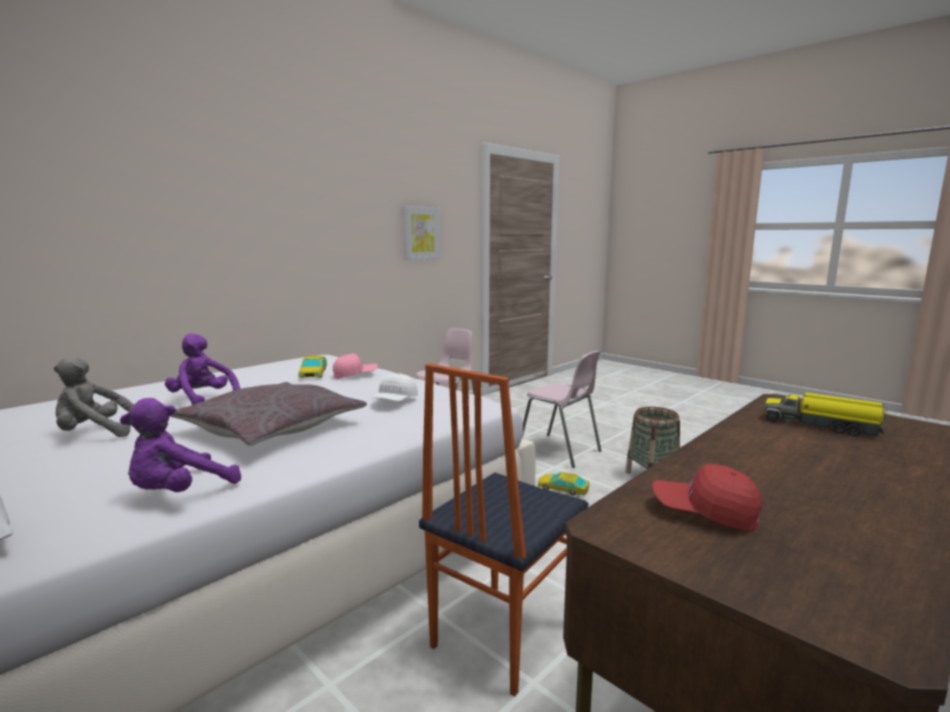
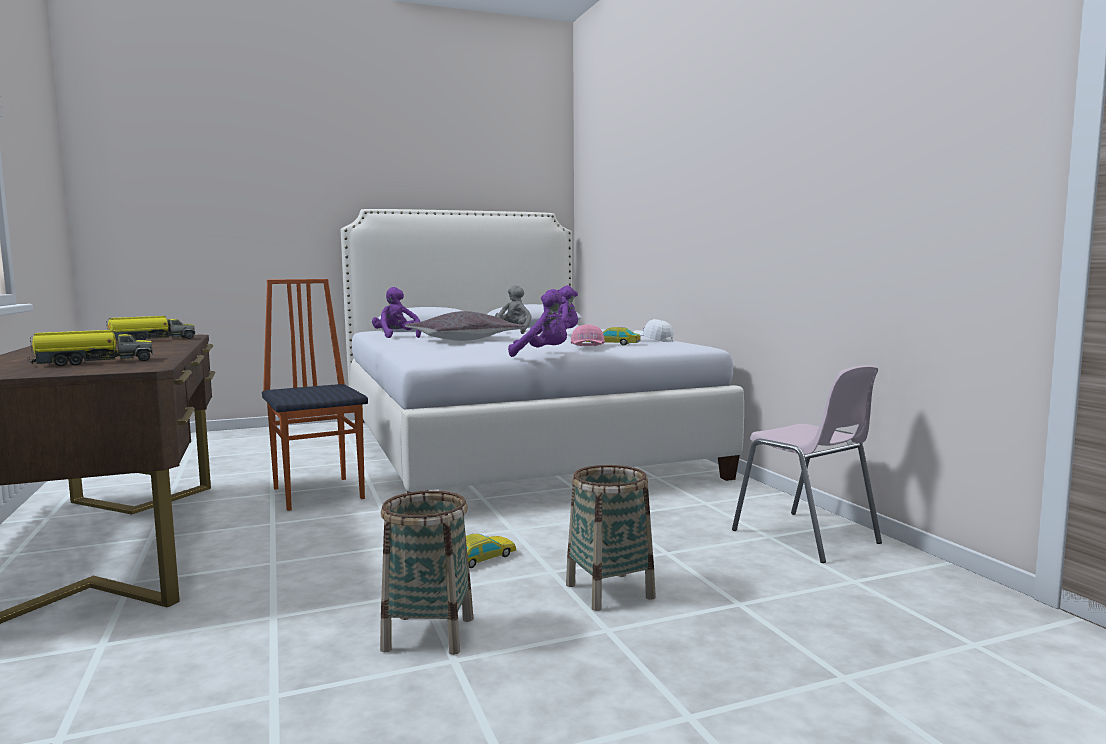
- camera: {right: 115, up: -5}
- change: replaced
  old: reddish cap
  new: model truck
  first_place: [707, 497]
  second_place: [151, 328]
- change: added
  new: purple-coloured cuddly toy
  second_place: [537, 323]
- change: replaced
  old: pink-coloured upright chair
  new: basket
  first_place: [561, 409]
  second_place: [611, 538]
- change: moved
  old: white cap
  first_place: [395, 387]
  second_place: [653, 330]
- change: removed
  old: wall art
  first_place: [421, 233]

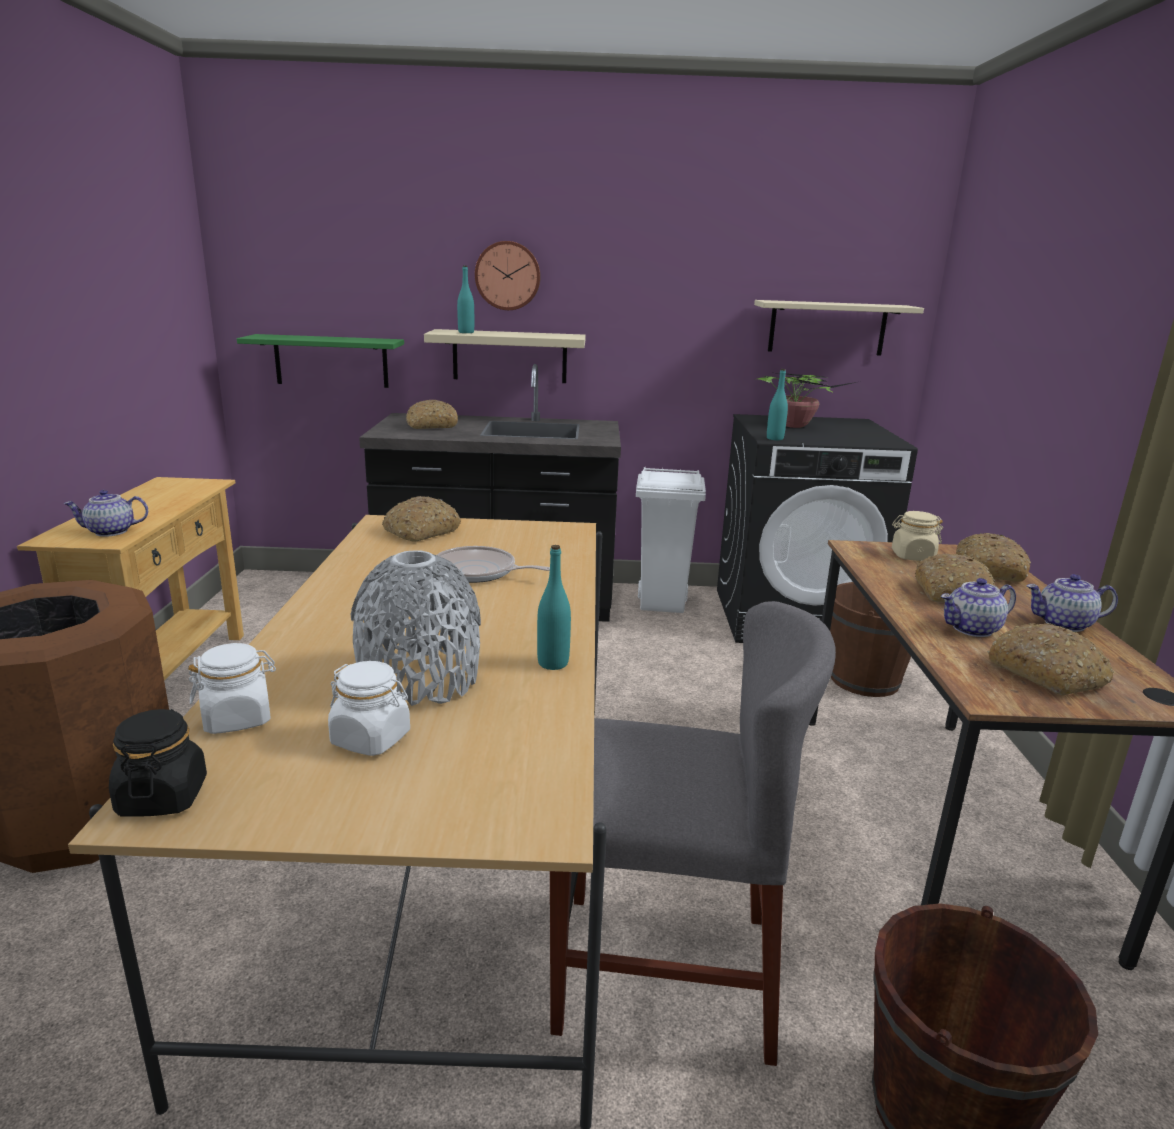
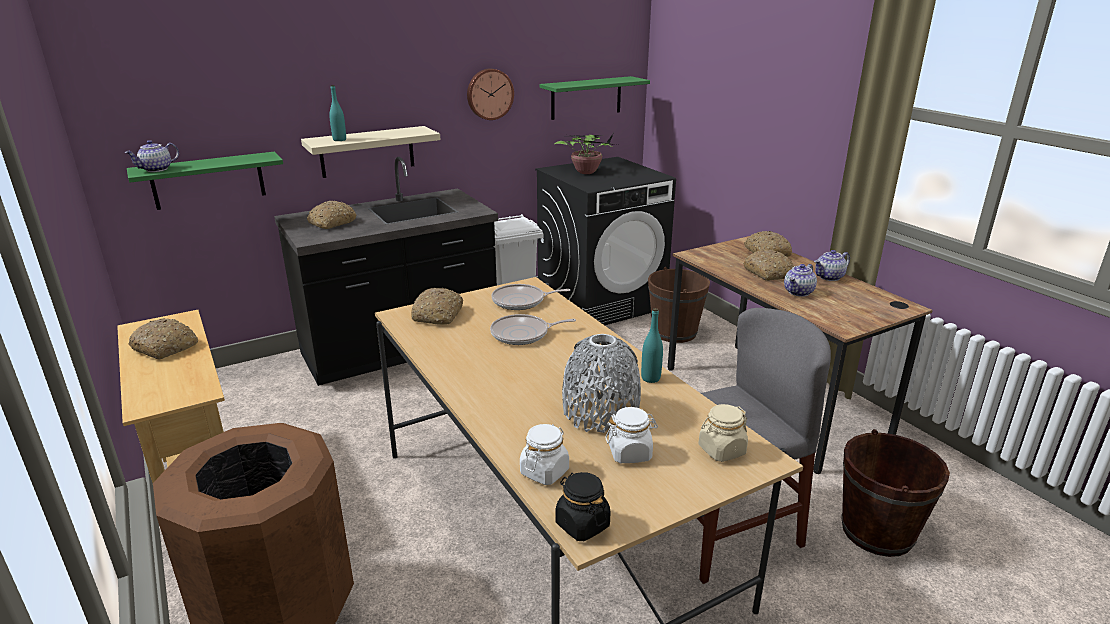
- camera: {right: -30, up: 5}
- change: moved
  old: tea pot
  first_place: [105, 513]
  second_place: [152, 156]
- change: moved
  old: bread
  first_place: [1050, 659]
  second_place: [163, 338]
- change: moved
  old: wall clock
  first_place: [508, 275]
  second_place: [490, 94]
- change: added
  new: skillet
  second_place: [530, 297]
- change: recoloured
  old: sand-coloured bracket shelf
  new: green-coloured bracket shelf
  first_place: [839, 327]
  second_place: [595, 98]
- change: moved
  old: sand-coloured jar
  first_place: [917, 536]
  second_place: [723, 433]
- change: removed
  old: turquoise-coloured drink bottle
  first_place: [777, 404]

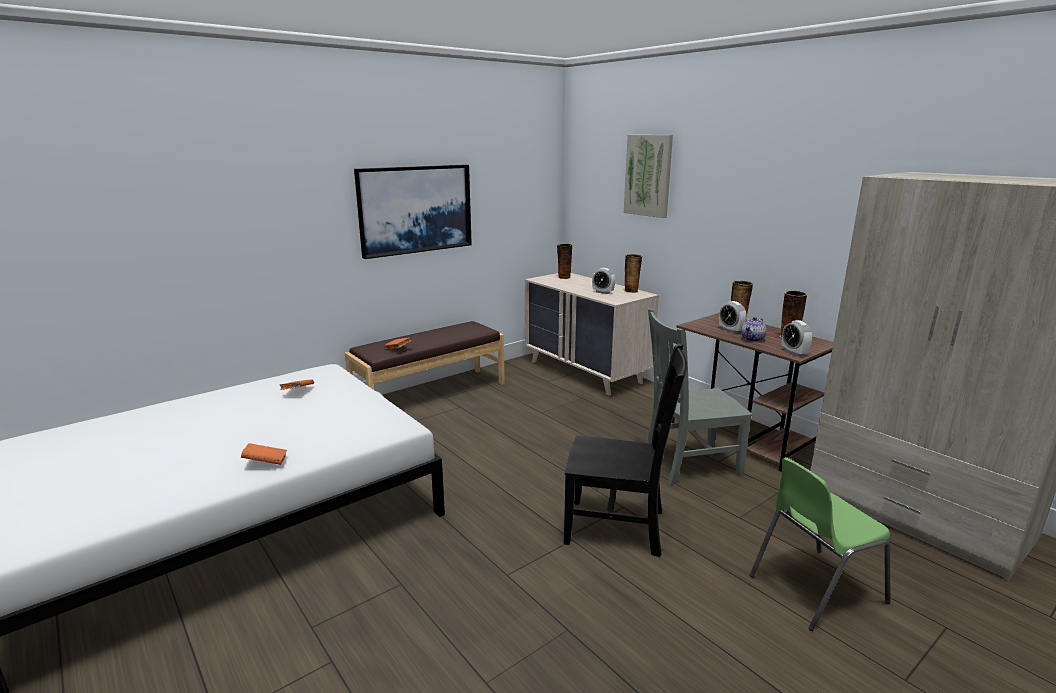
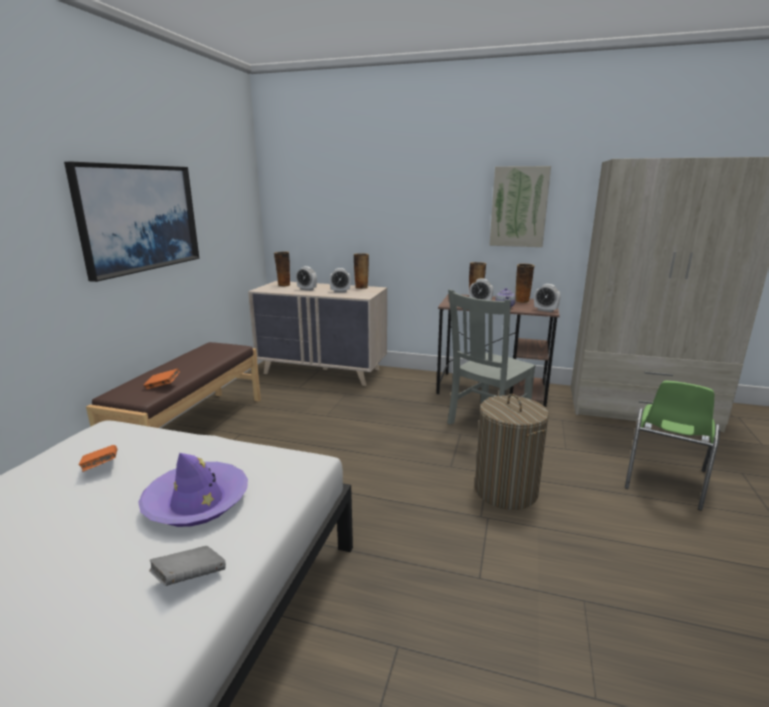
- camera: {right: -35, up: 0}
- change: added
  new: purple-coloured clothing hat
  second_place: [193, 490]
- change: recoloured
  old: orangey volume
  new: grey volume
  first_place: [264, 454]
  second_place: [187, 566]
- change: added
  new: bedside clock
  second_place: [306, 278]
- change: replaced
  old: blackish upright chair
  new: laundry basket
  first_place: [625, 450]
  second_place: [512, 452]
- change: moved
  old: wall art
  first_place: [648, 176]
  second_place: [520, 206]

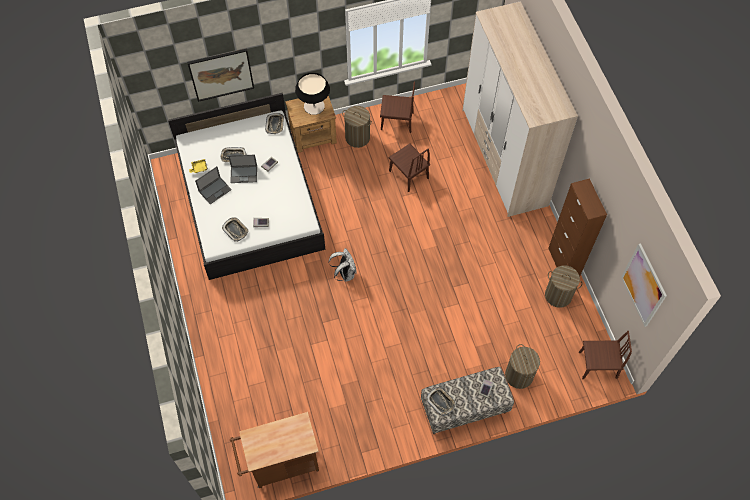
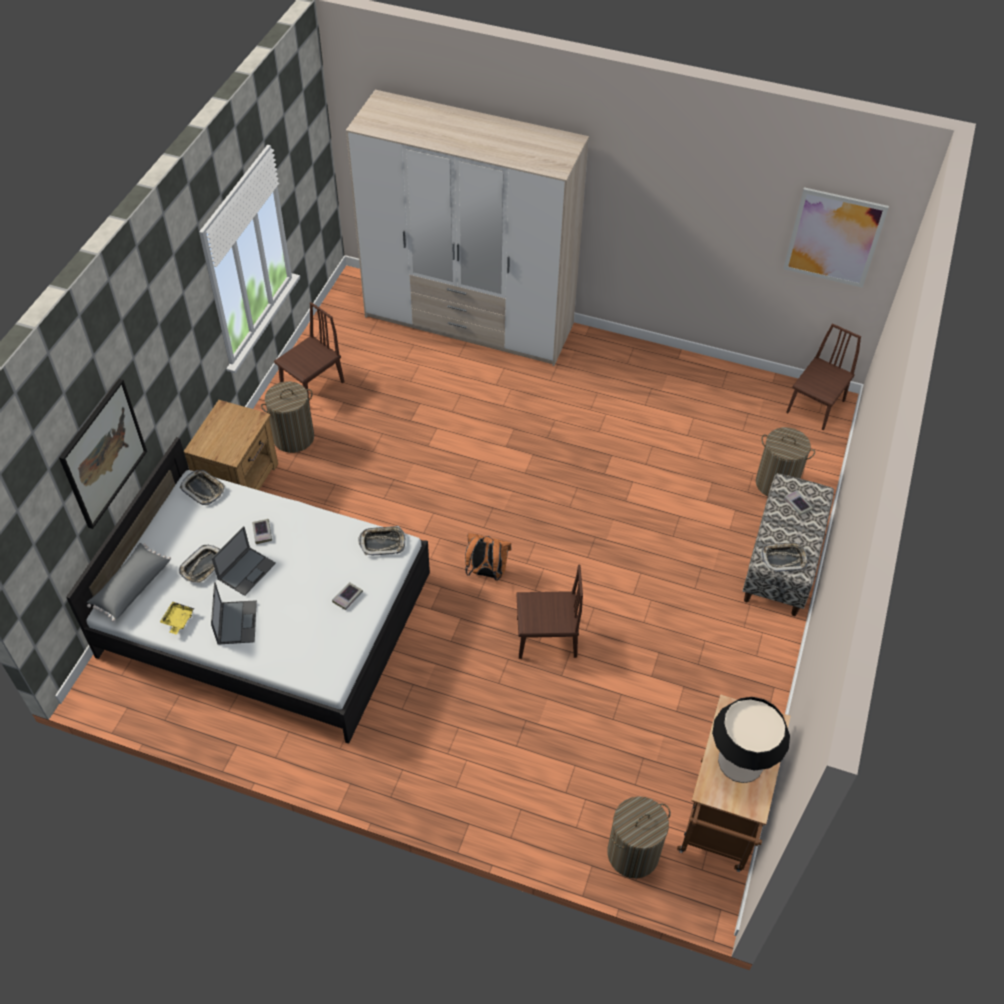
- camera: {right: -55, up: -10}
- change: added
  new: grey cushion
  second_place: [129, 582]
- change: moved
  old: tray
  first_place: [235, 229]
  second_place: [382, 541]
- change: recoloured
  old: white backpack
  new: orangey backpack
  first_place: [342, 265]
  second_place: [488, 556]
- change: moved
  old: brown-coloured upright chair
  first_place: [409, 167]
  second_place: [549, 612]
- change: moved
  old: laundry basket
  first_place: [563, 286]
  second_place: [639, 837]
- change: moved
  old: tabletop lamp
  first_place: [312, 93]
  second_place: [751, 740]
- change: removed
  old: brown-coloured cupboard
  first_place: [577, 227]

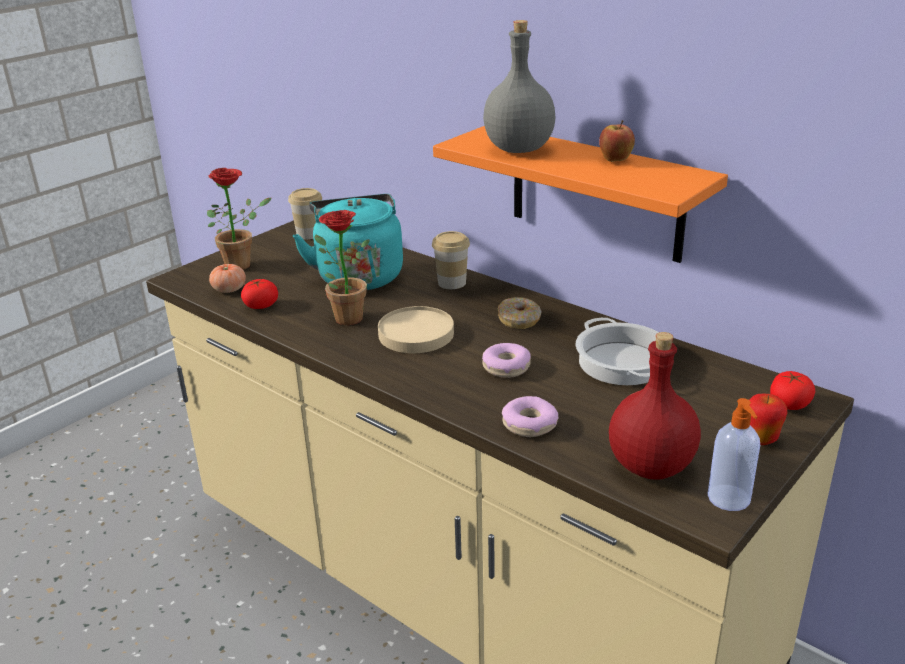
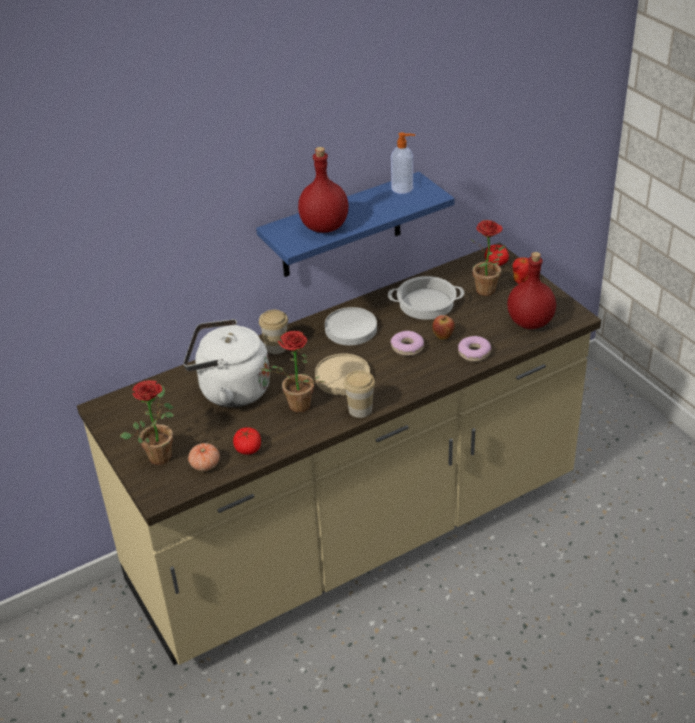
- camera: {right: -70, up: 10}
- change: recoloured
  old: turquoise-coloured kettle
  new: white kettle
  first_place: [348, 242]
  second_place: [226, 363]
- change: recoloured
  old: orangey bracket shelf
  new: blue-coloured bracket shelf
  first_place: [580, 194]
  second_place: [355, 224]
- change: recoloured
  old: grey drink bottle
  new: reddish drink bottle
  first_place: [519, 86]
  second_place: [323, 190]
- change: replaced
  old: donut
  new: white flat dish
  first_place: [520, 313]
  second_place: [351, 326]
- change: moved
  old: drinking cup
  first_place: [305, 213]
  second_place: [359, 394]
- change: moved
  old: soap bottle
  first_place: [733, 454]
  second_place: [403, 163]
- change: moved
  old: apple fruit
  first_place: [617, 141]
  second_place: [443, 326]
- change: added
  new: potted plant
  second_place: [488, 258]

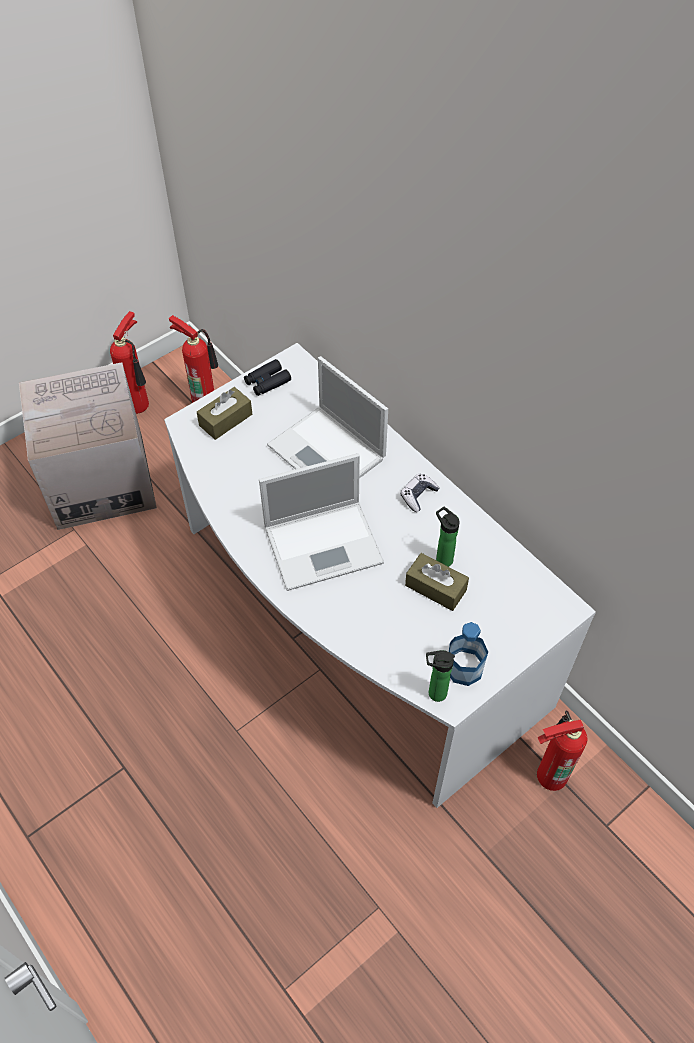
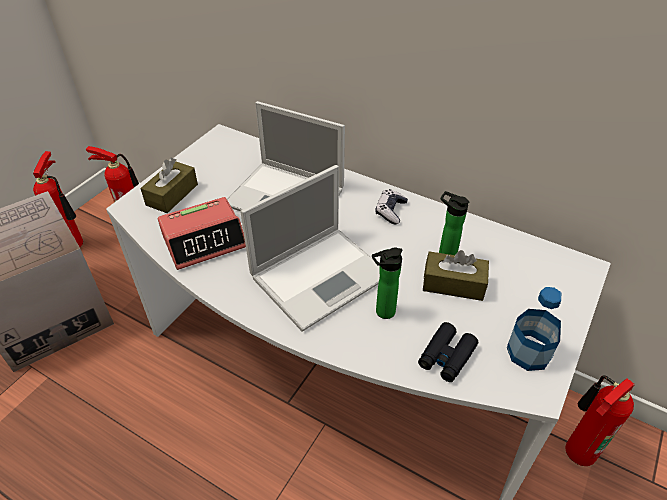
- camera: {right: -20, up: -10}
- change: added
  new: bedside clock
  second_place: [202, 233]
- change: moved
  old: drink bottle
  first_place: [440, 676]
  second_place: [387, 283]
- change: moved
  old: blackish pair of binoculars
  first_place: [267, 377]
  second_place: [448, 352]

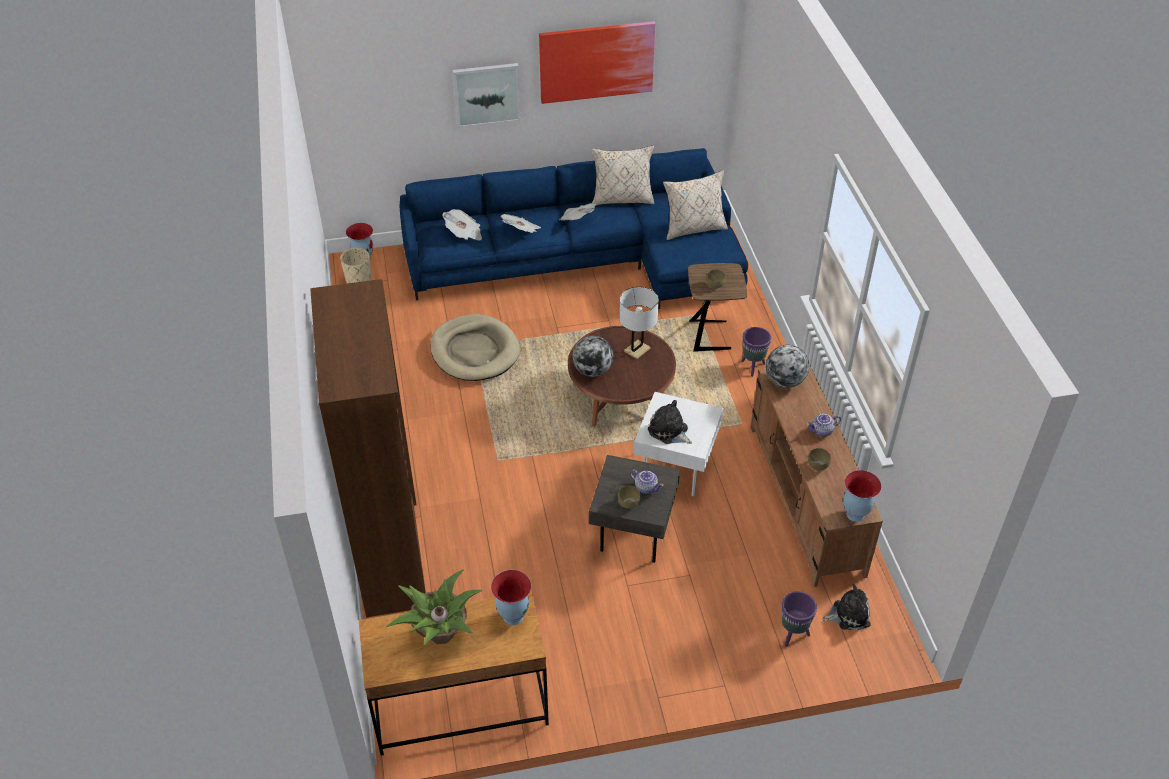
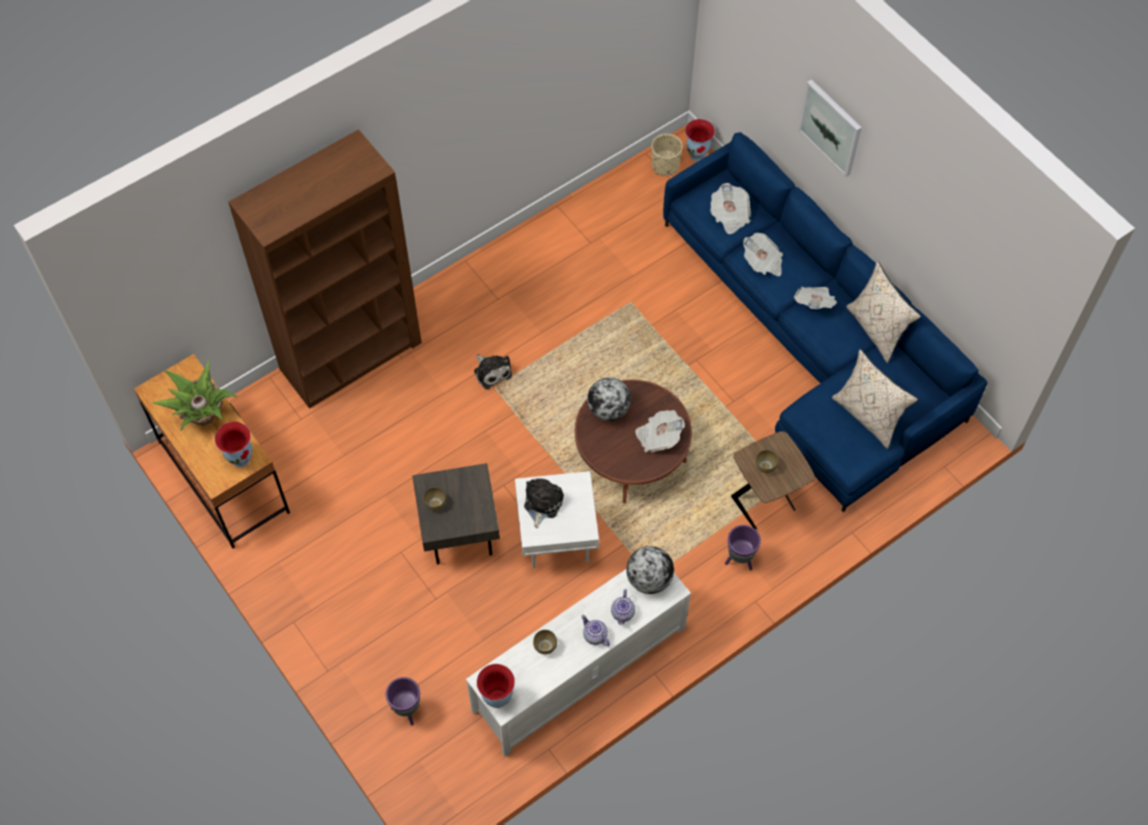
- camera: {right: 65, up: 15}
- change: recoloured
  old: brown-coloured tv stand
  new: white tv stand
  first_place: [816, 475]
  second_place: [578, 663]
- change: moved
  old: cuddly toy
  first_place: [846, 607]
  second_place: [493, 372]
- change: moved
  old: tea pot
  first_place: [647, 481]
  second_place: [623, 607]
- change: replaced
  old: white tabletop lamp
  new: daily paper
  first_place: [639, 323]
  second_place: [660, 431]
- change: removed
  old: sand-coloured dog bed
  first_place: [475, 347]
- change: removed
  old: wall art
  first_place: [597, 62]

